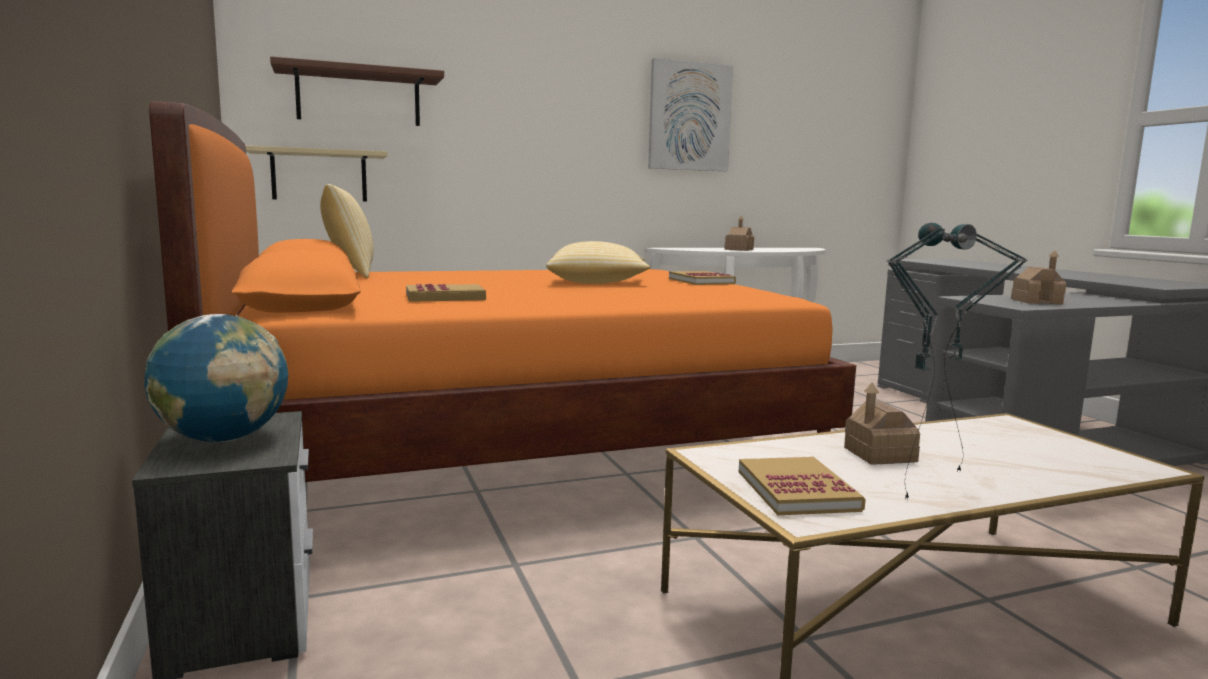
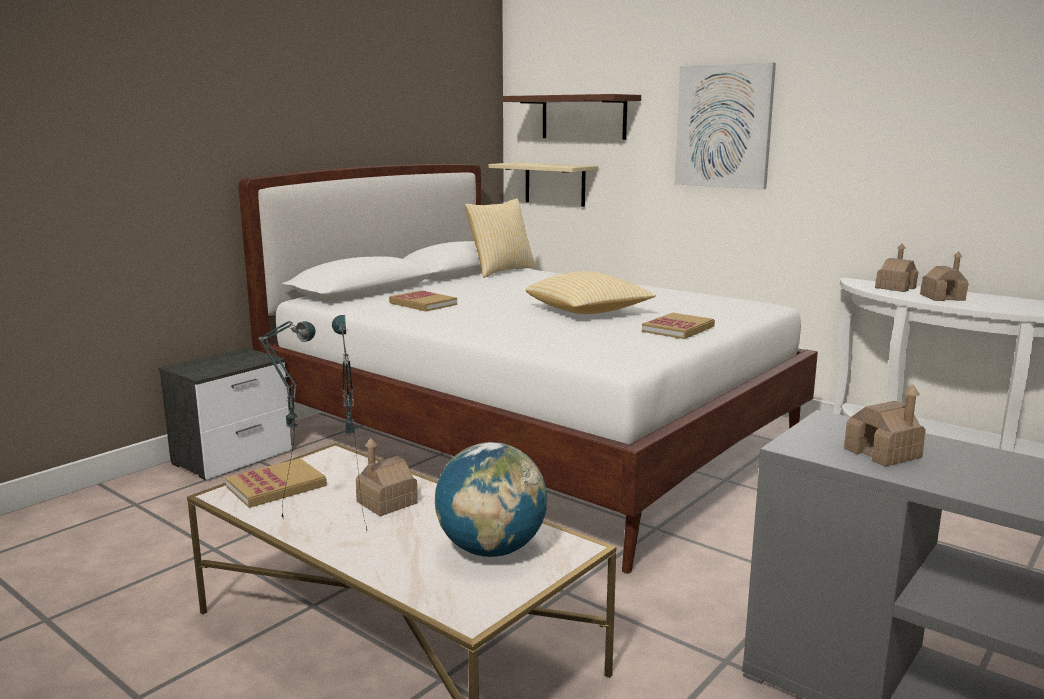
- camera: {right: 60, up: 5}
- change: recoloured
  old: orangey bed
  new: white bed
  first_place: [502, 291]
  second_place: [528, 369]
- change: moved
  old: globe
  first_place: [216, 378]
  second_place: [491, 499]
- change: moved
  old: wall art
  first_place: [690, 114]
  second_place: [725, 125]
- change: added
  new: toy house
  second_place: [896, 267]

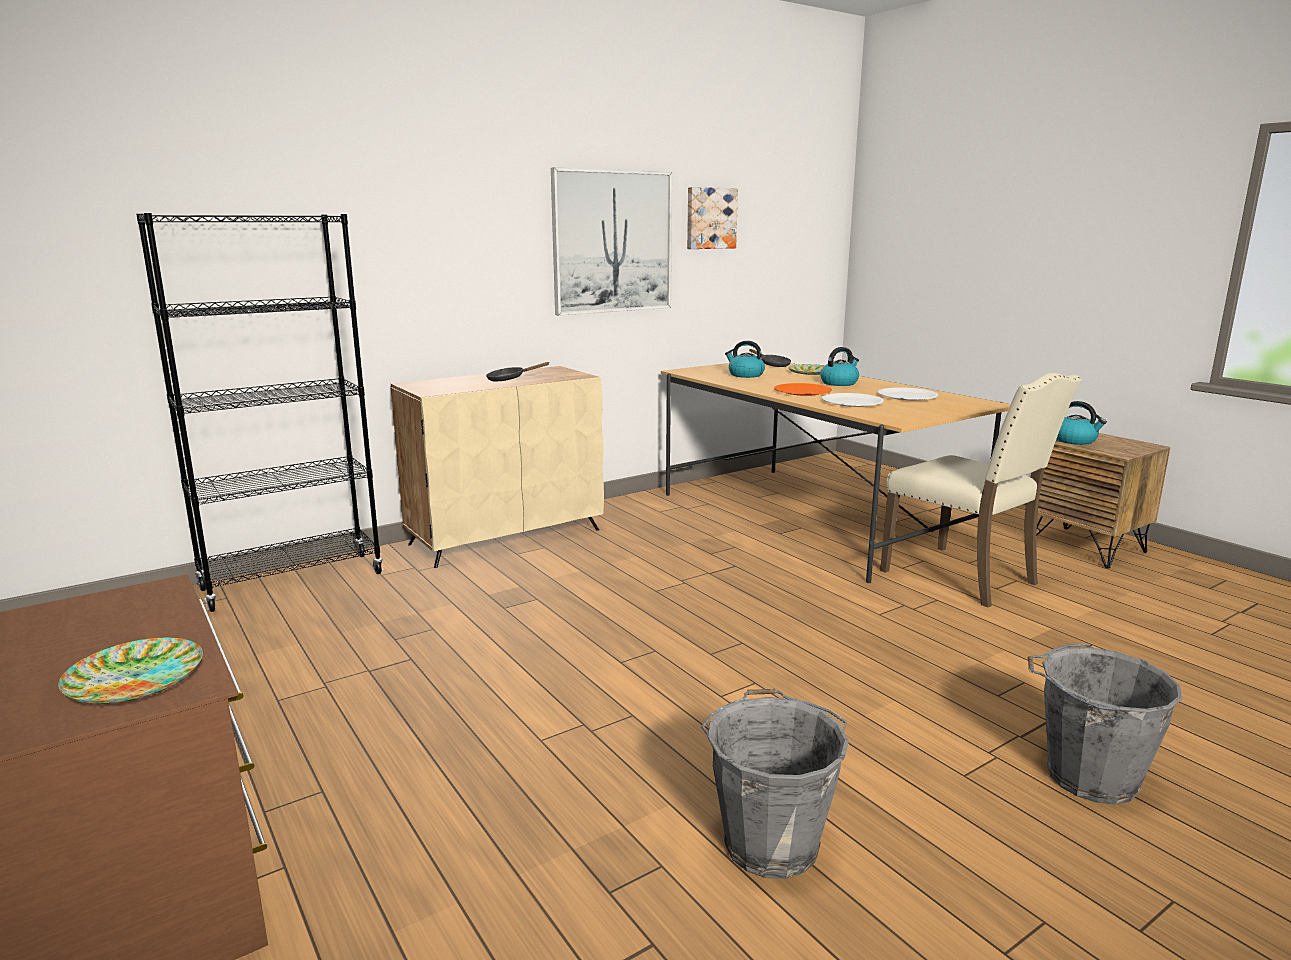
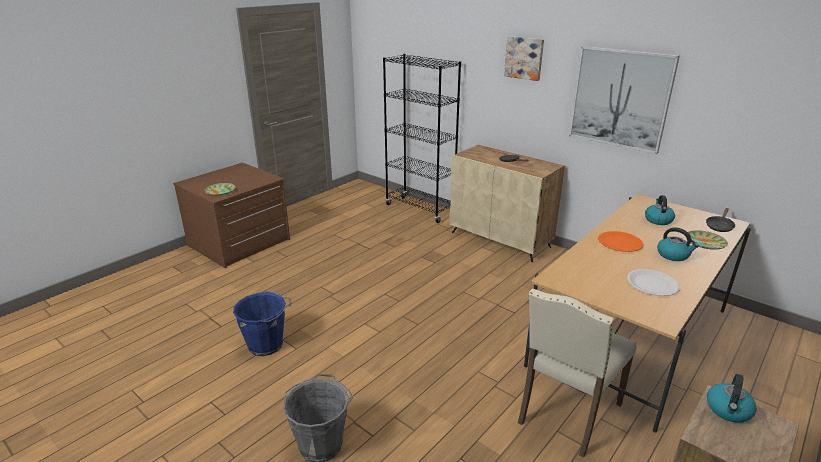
- camera: {right: 75, up: 10}
- change: recoloured
  old: grey bucket
  new: blue-coloured bucket
  first_place: [775, 784]
  second_place: [262, 323]
- change: moved
  old: wall art
  first_place: [712, 218]
  second_place: [524, 58]
- change: removed
  old: white flat dish
  first_place: [853, 400]

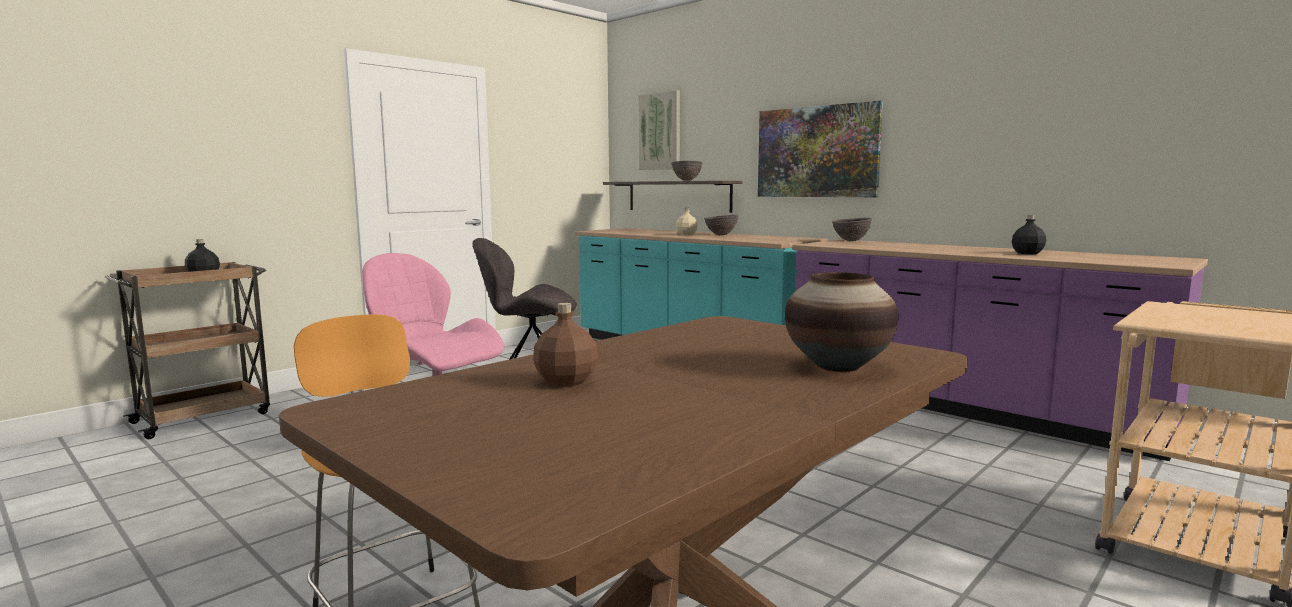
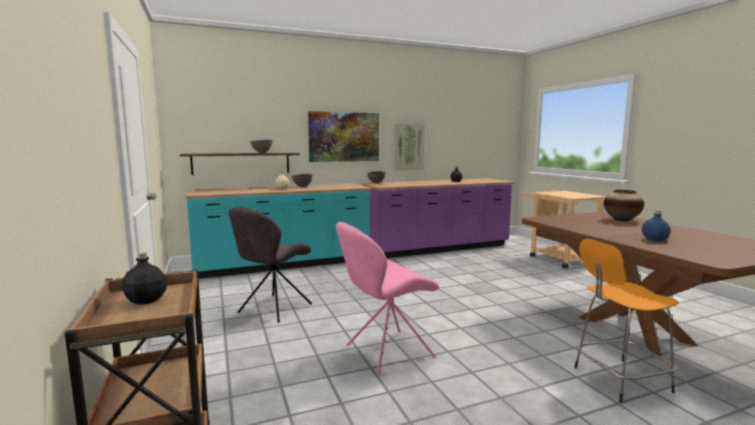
- camera: {right: -65, up: 0}
- change: moved
  old: wall art
  first_place: [659, 130]
  second_place: [410, 147]
- change: recoloured
  old: brown-coloured drink bottle
  new: blue-coloured drink bottle
  first_place: [565, 344]
  second_place: [656, 225]

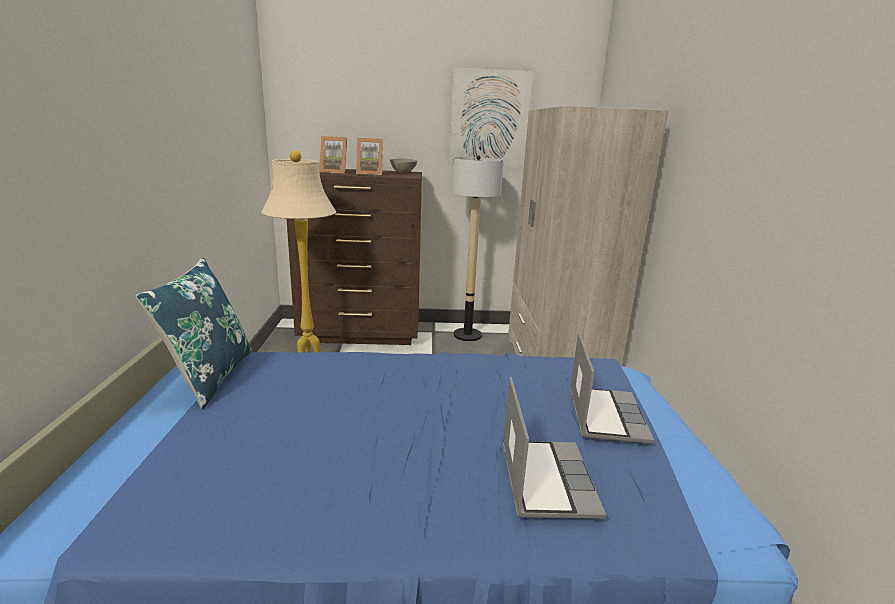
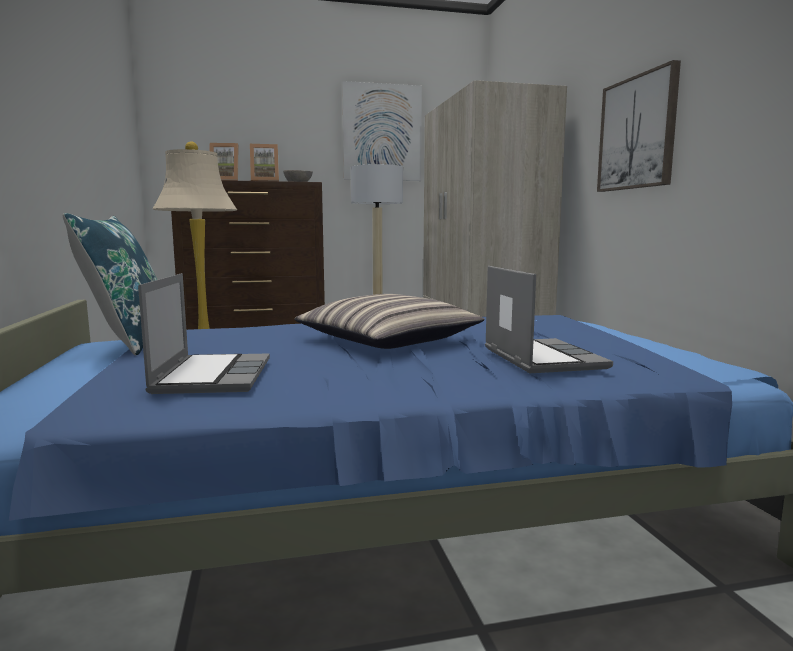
- camera: {right: -10, up: -10}
- change: moved
  old: notebook computer
  first_place: [612, 388]
  second_place: [204, 333]
- change: added
  new: cushion
  second_place: [389, 321]
- change: added
  new: wall art
  second_place: [639, 126]

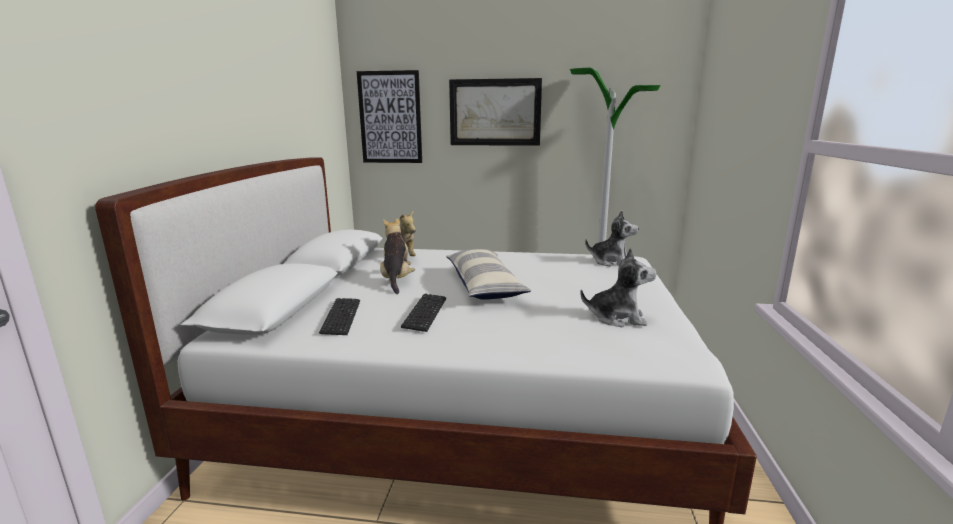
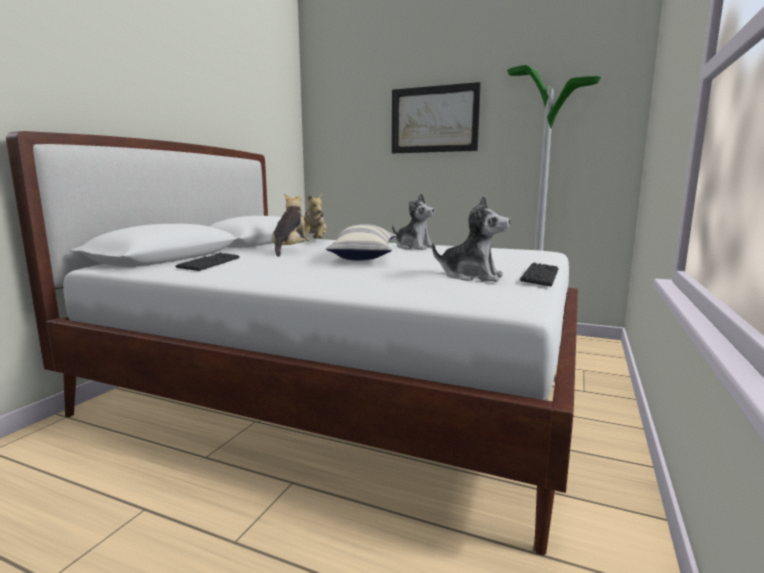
- camera: {right: 15, up: -5}
- change: moved
  old: cuddly toy
  first_place: [612, 238]
  second_place: [414, 222]
- change: moved
  old: PC keyboard
  first_place: [423, 313]
  second_place: [539, 274]
- change: removed
  old: wall art
  first_place: [389, 116]

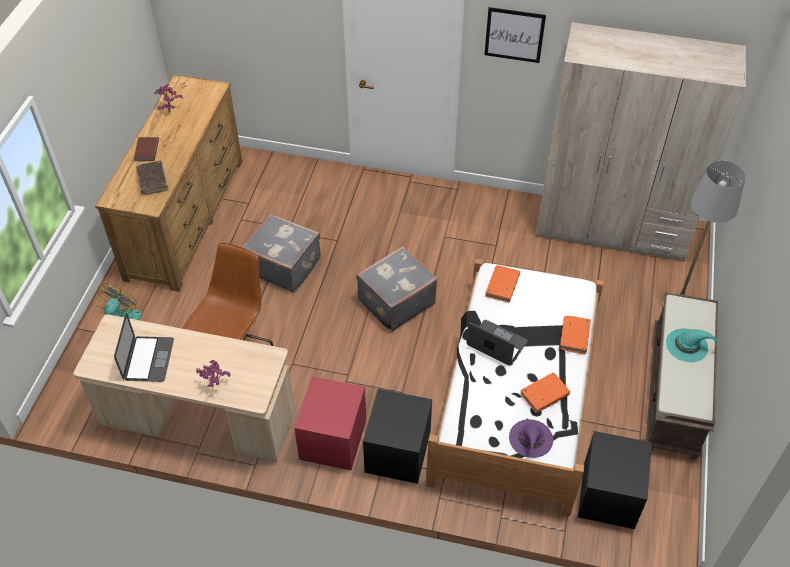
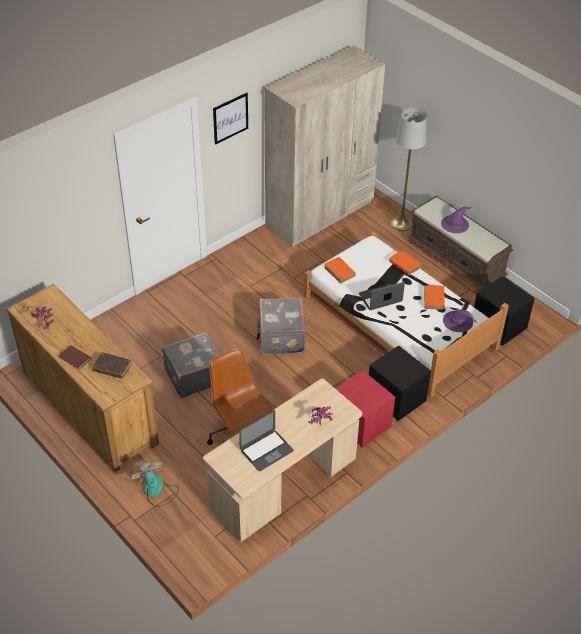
- camera: {right: -55, up: -5}
- change: turned
  old: notebook computer
  first_place: [144, 347]
  second_place: [266, 440]
  degrees: 105
- change: recoloured
  old: turquoise-coloured clothing hat
  new: purple-coloured clothing hat
  first_place: [694, 345]
  second_place: [456, 220]

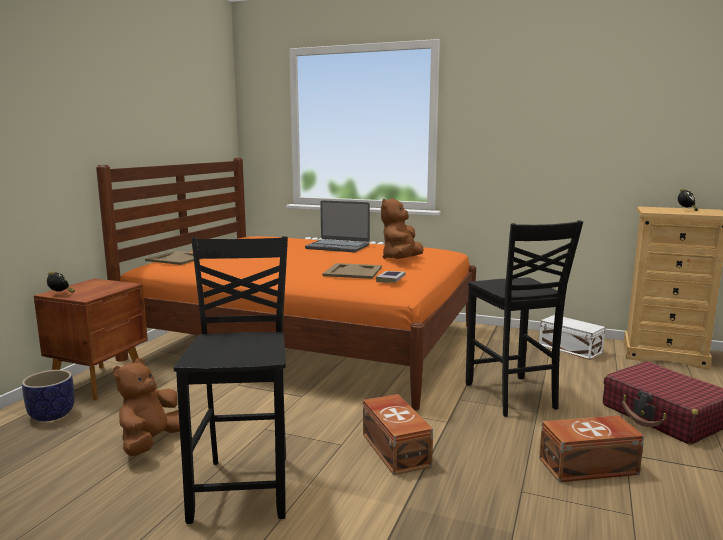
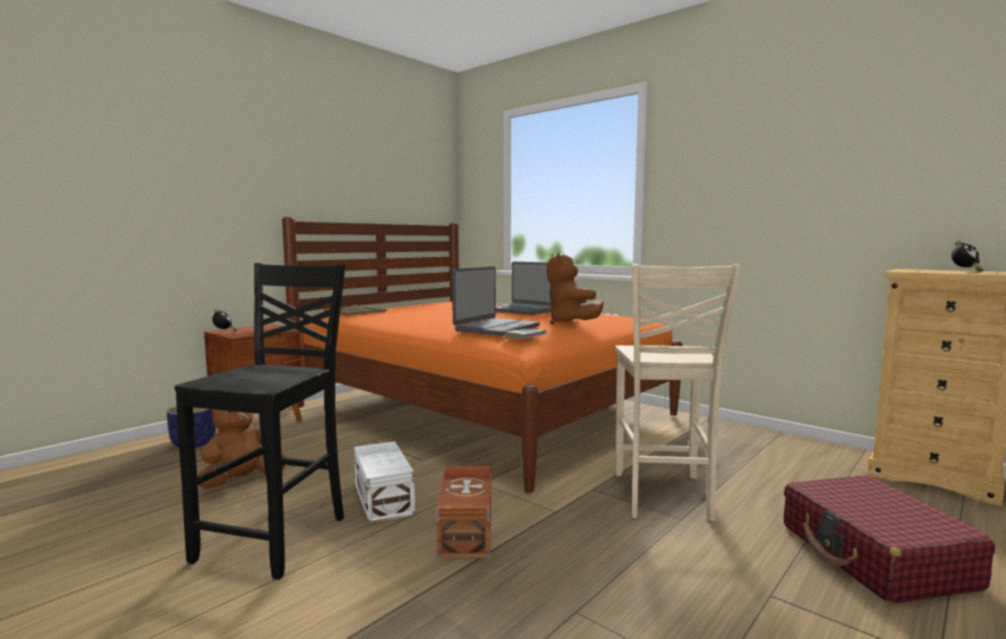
- camera: {right: 20, up: -5}
- change: moved
  old: white storage bin
  first_place: [572, 337]
  second_place: [384, 482]
- change: replaced
  old: sand-coloured tray
  new: notebook computer
  first_place: [352, 271]
  second_place: [496, 301]
- change: turned
  old: brown-coloured cuddly toy
  first_place: [402, 228]
  second_place: [575, 288]
  degrees: -60
- change: recoloured
  old: blackish upright chair
  new: sand-coloured upright chair
  first_place: [524, 318]
  second_place: [678, 392]
- change: removed
  old: brown-coloured storage bin
  first_place: [591, 448]

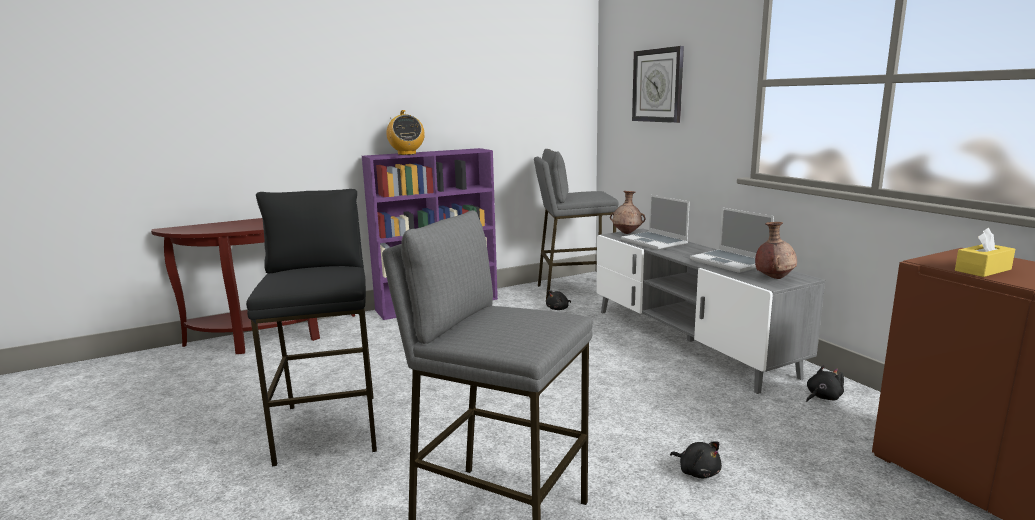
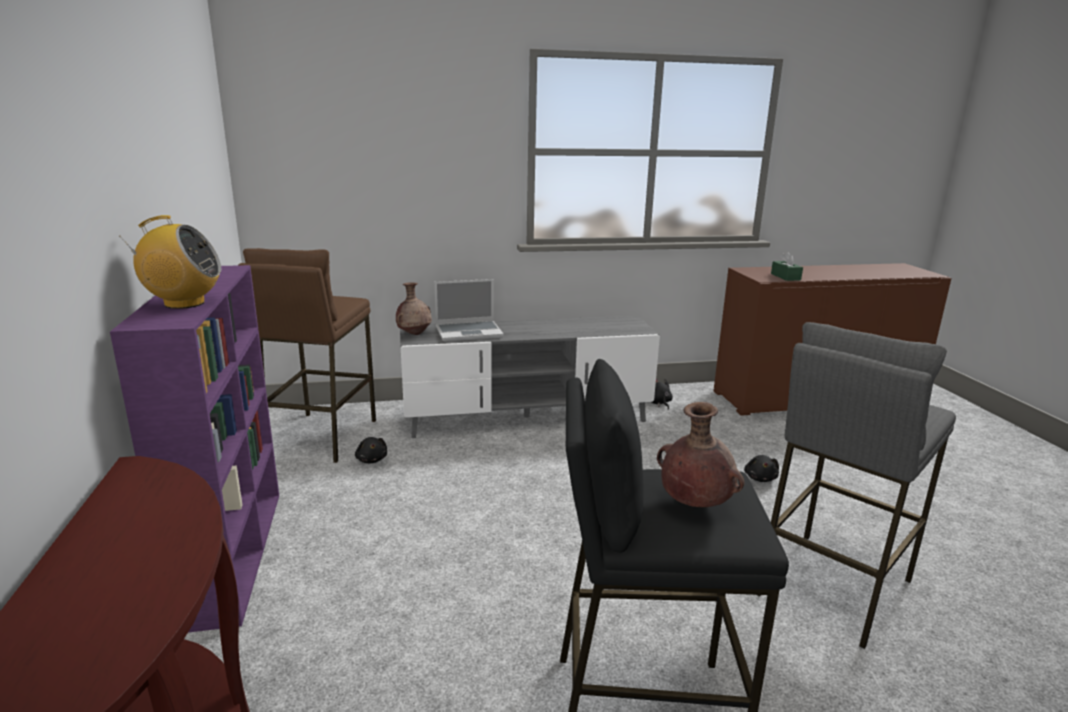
- camera: {right: -75, up: 5}
- change: recoloured
  old: grey stool
  new: brown-coloured stool
  first_place: [576, 224]
  second_place: [307, 355]
- change: moved
  old: brown-coloured vase
  first_place: [776, 250]
  second_place: [701, 454]
- change: turned
  old: blackish cuddly toy
  first_place: [696, 459]
  second_place: [761, 468]
  degrees: 120
- change: recoloured
  old: yellow tissue box
  new: green-coloured tissue box
  first_place: [985, 252]
  second_place: [787, 266]
- change: removed
  old: wall clock
  first_place: [658, 84]
- change: removed
  old: notebook computer
  first_place: [732, 240]

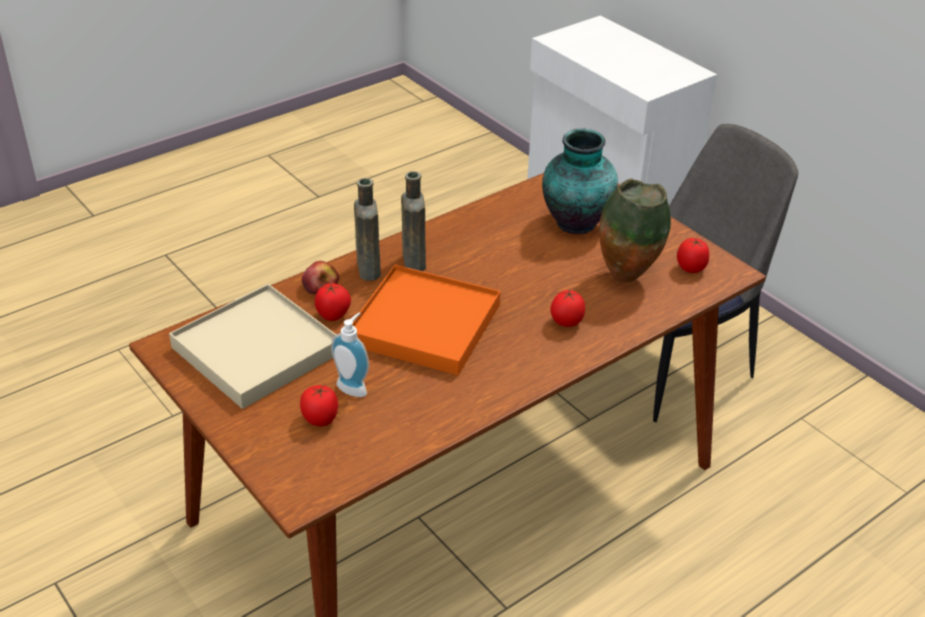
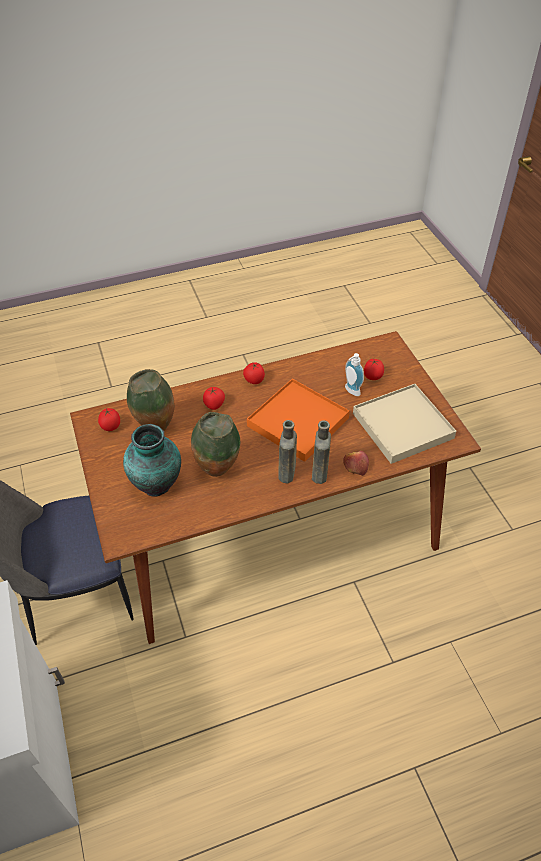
- camera: {right: -160, up: 10}
- change: added
  new: vase
  second_place: [215, 444]
- change: moved
  old: whole tomato
  first_place: [333, 302]
  second_place: [254, 373]

